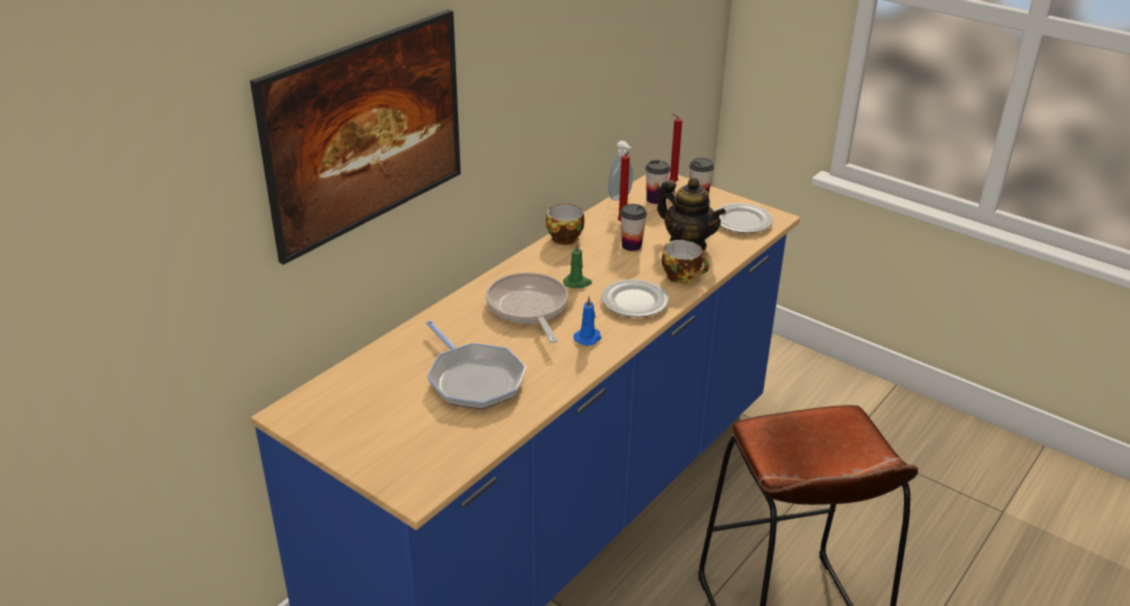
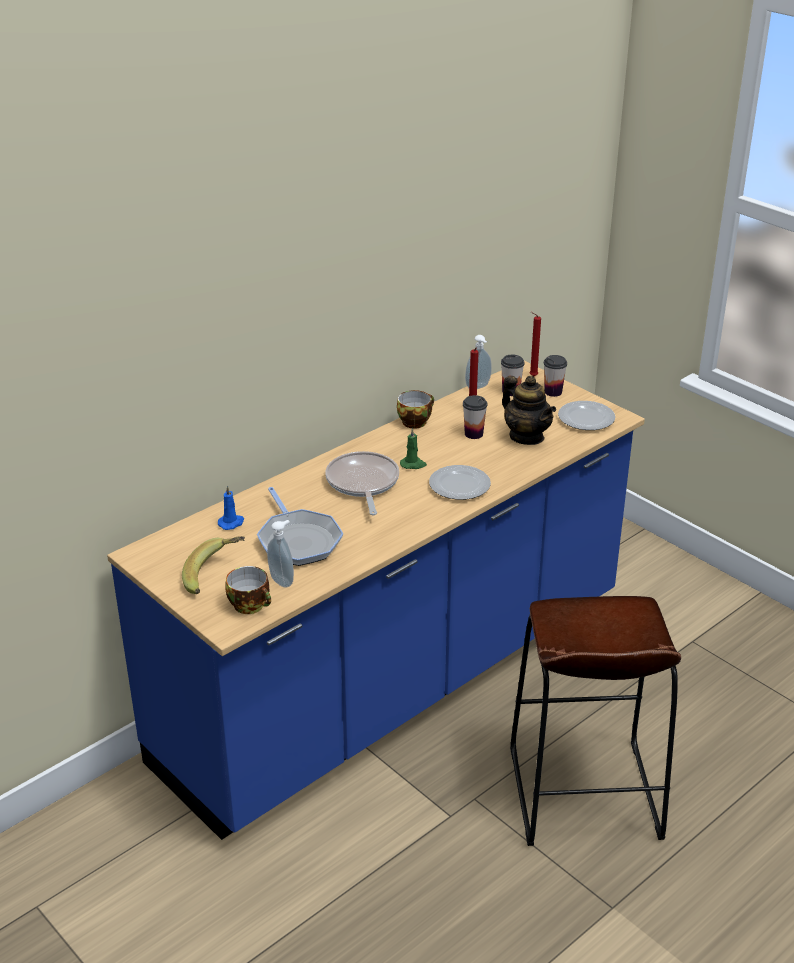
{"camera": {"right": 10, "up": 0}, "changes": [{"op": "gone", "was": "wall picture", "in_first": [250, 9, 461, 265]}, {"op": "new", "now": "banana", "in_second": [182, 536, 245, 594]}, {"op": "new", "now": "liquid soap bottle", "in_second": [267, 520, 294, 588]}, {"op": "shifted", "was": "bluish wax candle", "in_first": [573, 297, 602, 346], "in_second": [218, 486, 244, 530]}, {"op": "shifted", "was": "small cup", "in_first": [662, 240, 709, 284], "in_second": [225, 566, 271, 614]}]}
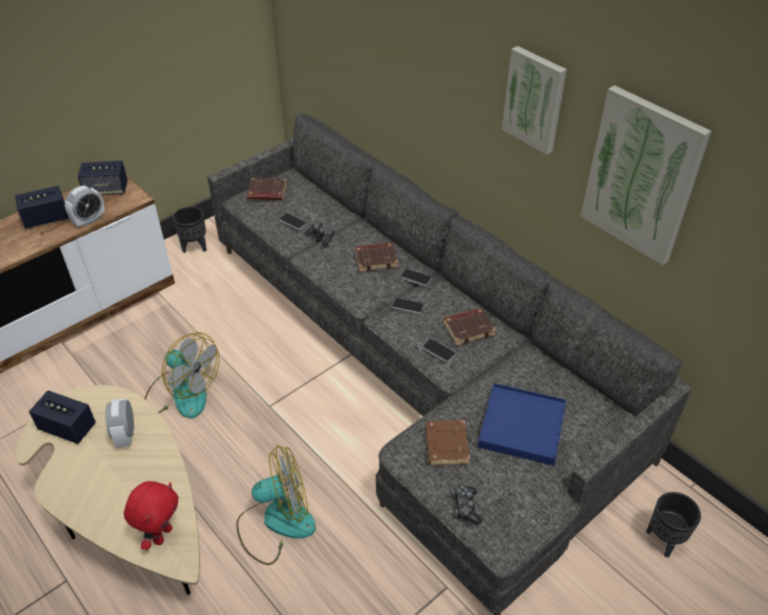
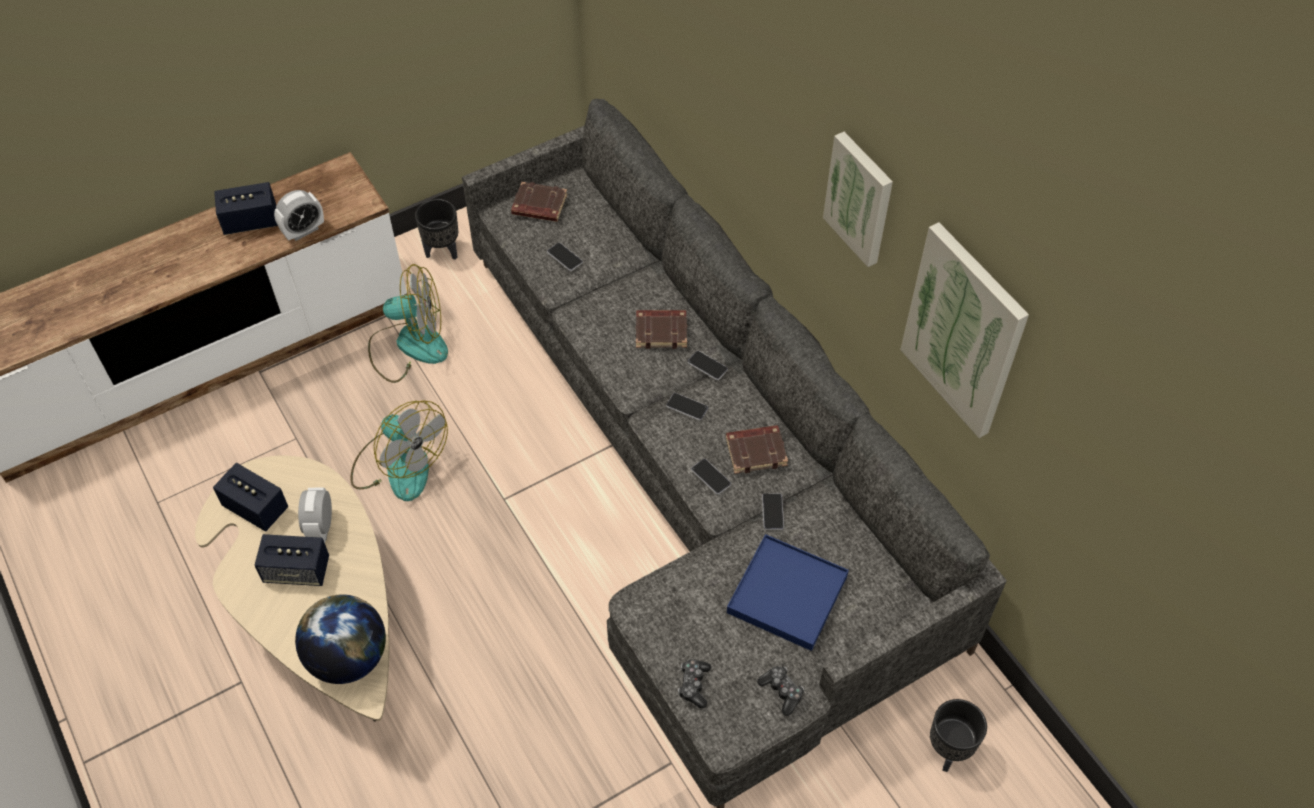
{"camera": {"right": 10, "up": 10}, "changes": [{"op": "gone", "was": "brown volume", "in_first": [425, 420, 470, 465]}, {"op": "new", "now": "telephone", "in_second": [762, 493, 784, 530]}, {"op": "shifted", "was": "audio speaker", "in_first": [78, 160, 128, 195], "in_second": [254, 534, 329, 586]}, {"op": "shifted", "was": "fan", "in_first": [236, 445, 316, 565], "in_second": [368, 264, 448, 383]}, {"op": "shifted", "was": "game controller", "in_first": [305, 222, 334, 246], "in_second": [757, 666, 804, 716]}, {"op": "swapped", "was": "red-coloured plush toy", "now": "desk globe", "in_first": [124, 481, 179, 550], "in_second": [295, 594, 386, 684]}]}
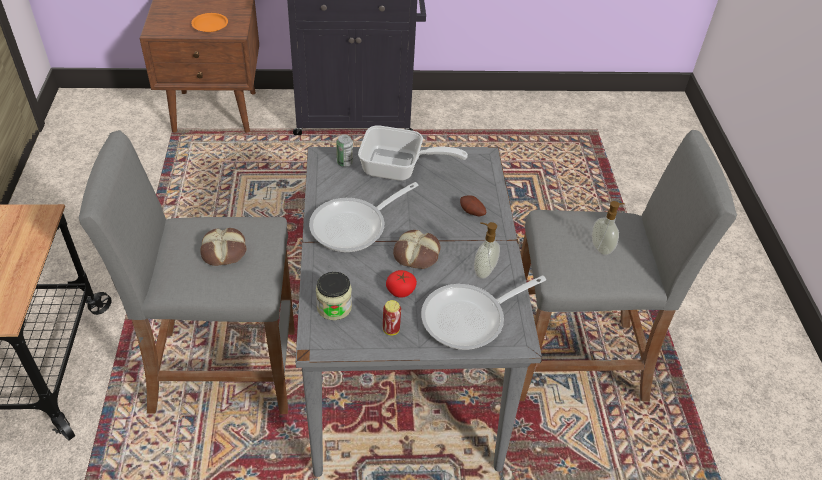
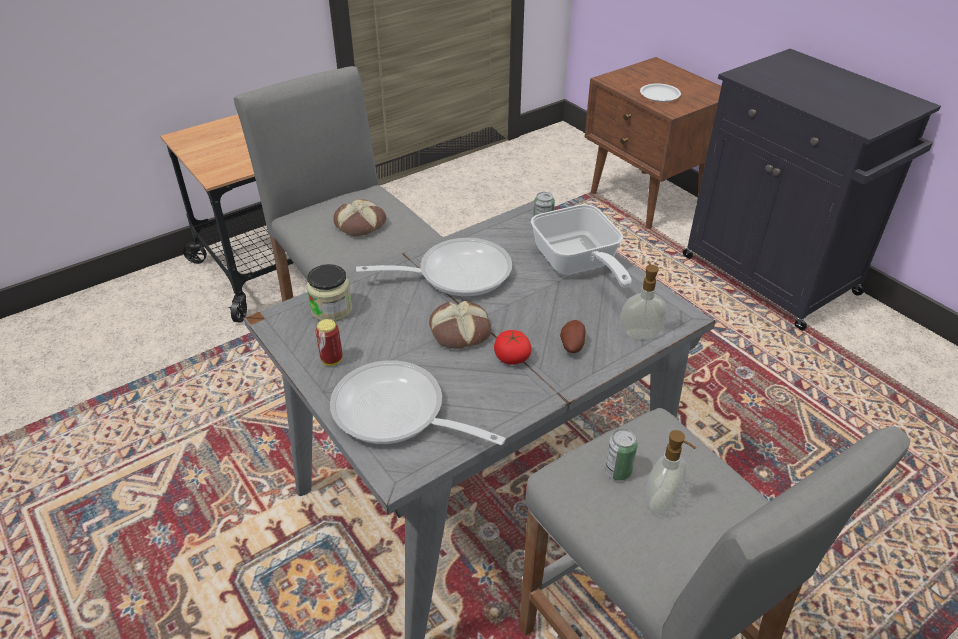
{"camera": {"right": 60, "up": -5}, "changes": [{"op": "new", "now": "metal can", "in_second": [605, 429, 638, 481]}, {"op": "shifted", "was": "fresh tomato", "in_first": [386, 270, 417, 298], "in_second": [494, 330, 532, 365]}, {"op": "shifted", "was": "liquid soap bottle", "in_first": [474, 222, 500, 279], "in_second": [620, 261, 667, 339]}, {"op": "repainted", "was": "orange-coloured dinner plate", "now": "whitish dinner plate", "in_first": [191, 13, 228, 32], "in_second": [640, 83, 681, 102]}, {"op": "rotated", "was": "frying pan", "in_first": [309, 182, 419, 252], "in_second": [356, 238, 512, 297], "clockwise": 150}]}
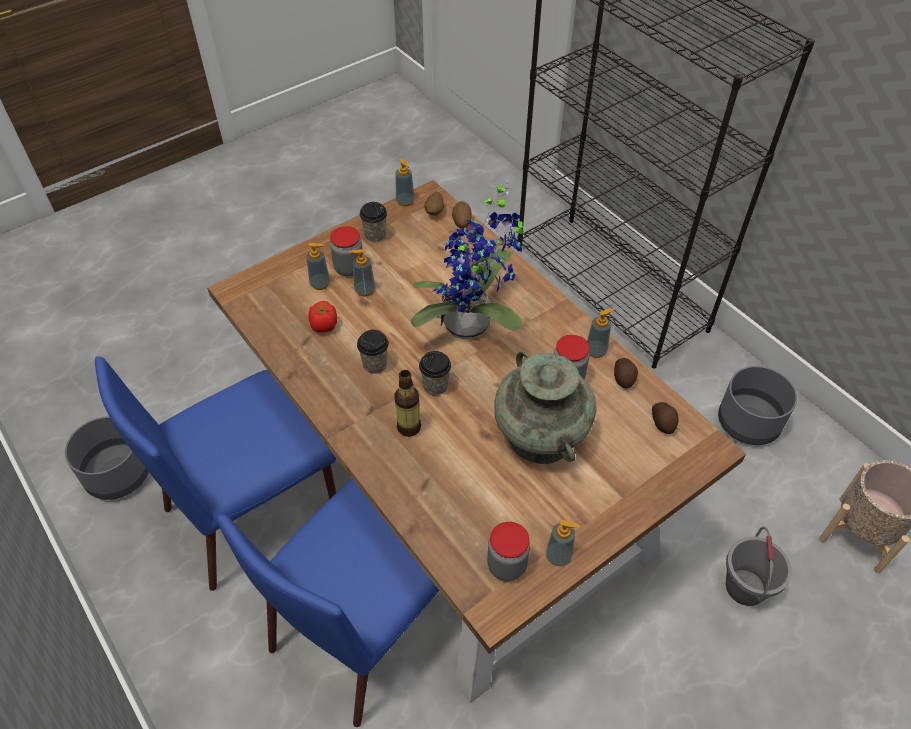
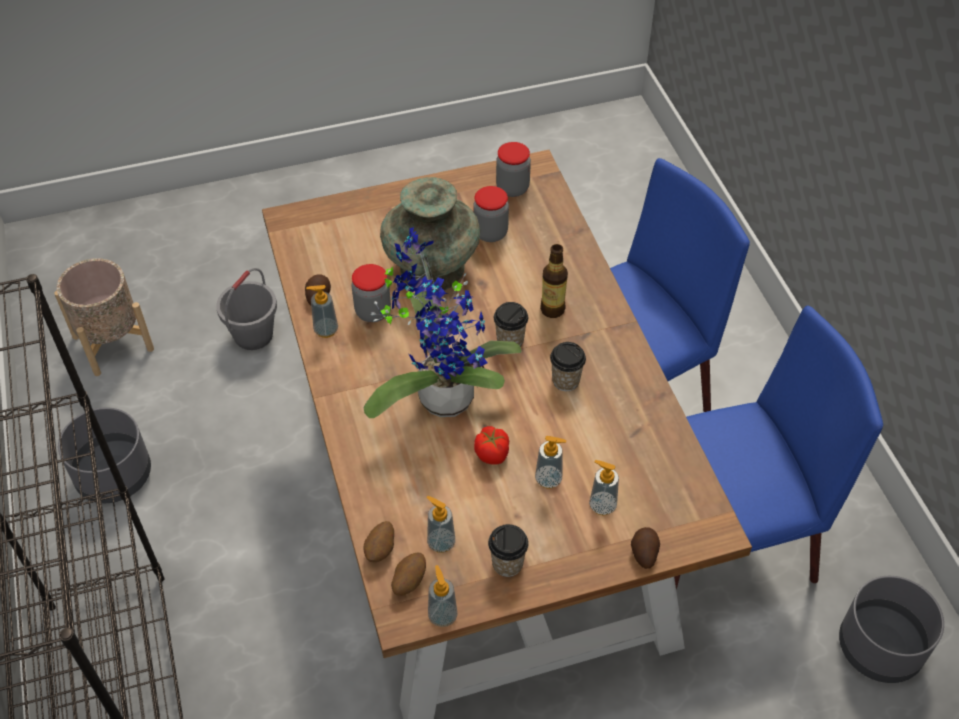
{"camera": {"right": -160, "up": 0}, "changes": [{"op": "shifted", "was": "fresh tomato", "in_first": [309, 301, 337, 333], "in_second": [474, 426, 509, 465]}, {"op": "shifted", "was": "preserve jar", "in_first": [330, 226, 363, 277], "in_second": [473, 186, 509, 242]}, {"op": "shifted", "was": "liquid soap bottle", "in_first": [546, 520, 580, 566], "in_second": [426, 496, 455, 553]}, {"op": "shifted", "was": "spud", "in_first": [652, 402, 678, 434], "in_second": [631, 527, 660, 569]}]}
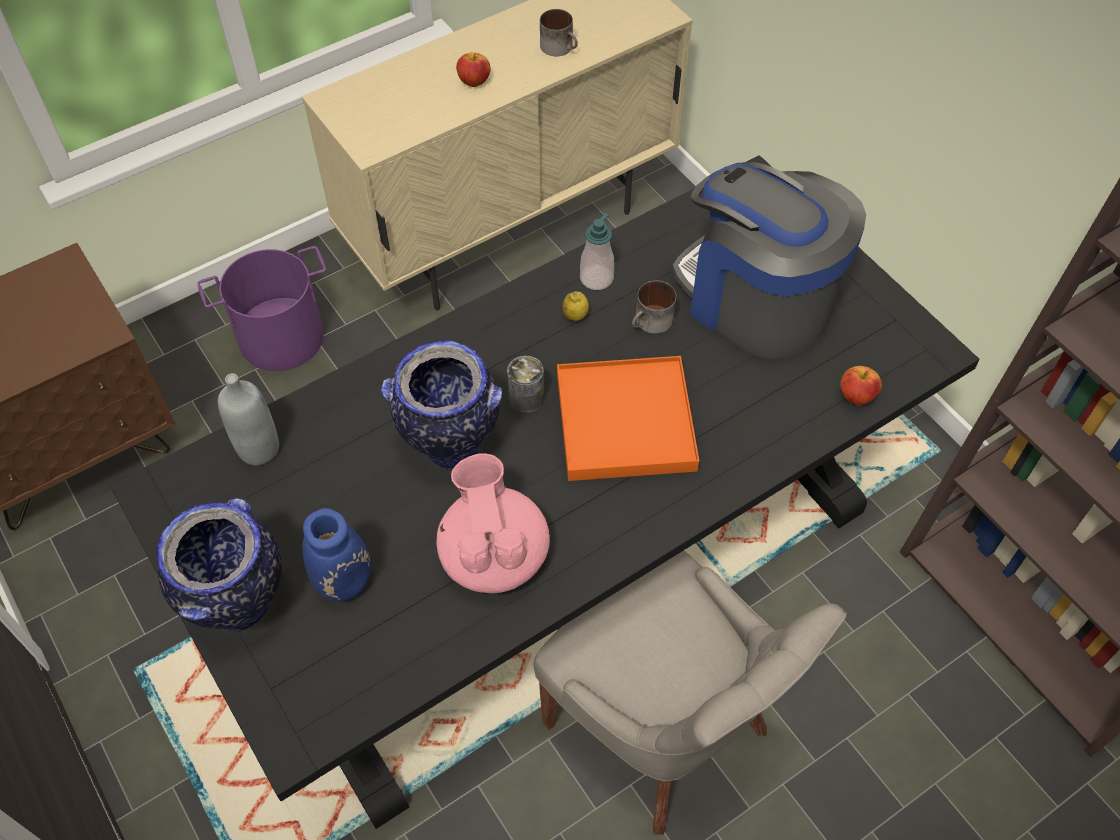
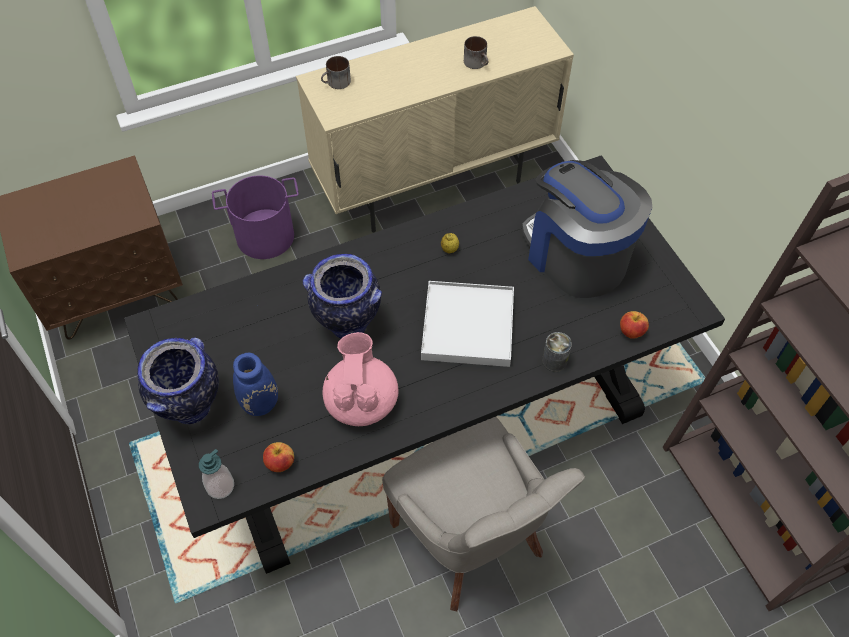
{"camera": {"right": 10, "up": 0}, "changes": [{"op": "gone", "was": "gray bottle", "in_first": [218, 373, 279, 466]}, {"op": "shifted", "was": "whole apple", "in_first": [456, 52, 491, 87], "in_second": [263, 442, 294, 472]}, {"op": "shifted", "was": "metal can", "in_first": [507, 356, 544, 413], "in_second": [542, 332, 572, 372]}, {"op": "shifted", "was": "liquid soap bottle", "in_first": [580, 213, 614, 290], "in_second": [199, 449, 234, 499]}, {"op": "shifted", "was": "tea mug", "in_first": [632, 280, 676, 334], "in_second": [321, 56, 351, 89]}, {"op": "repainted", "was": "orange-coloured tray", "now": "whitish tray", "in_first": [557, 356, 699, 481], "in_second": [421, 281, 514, 367]}]}
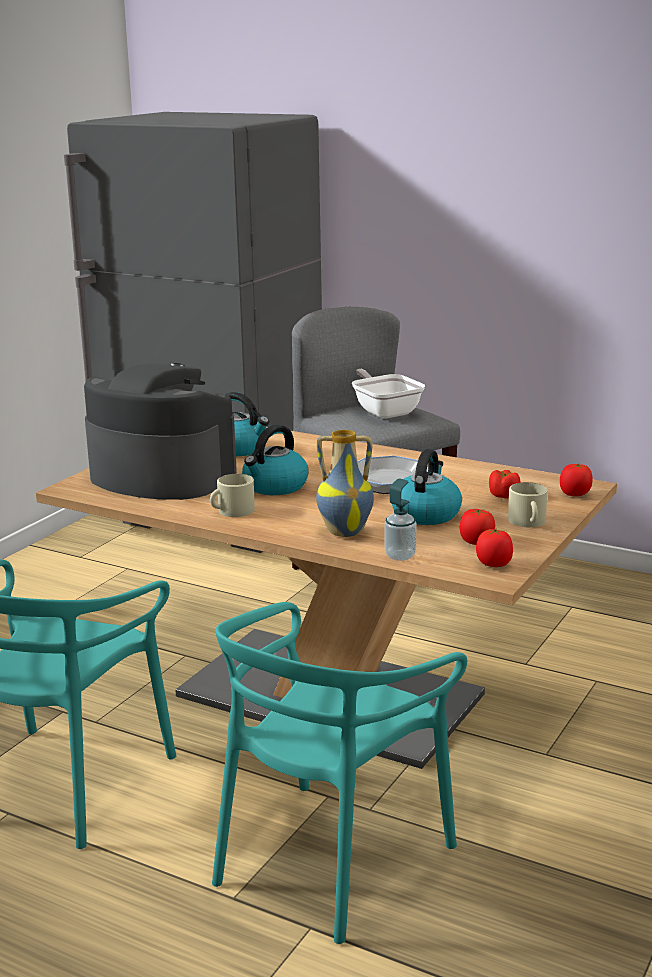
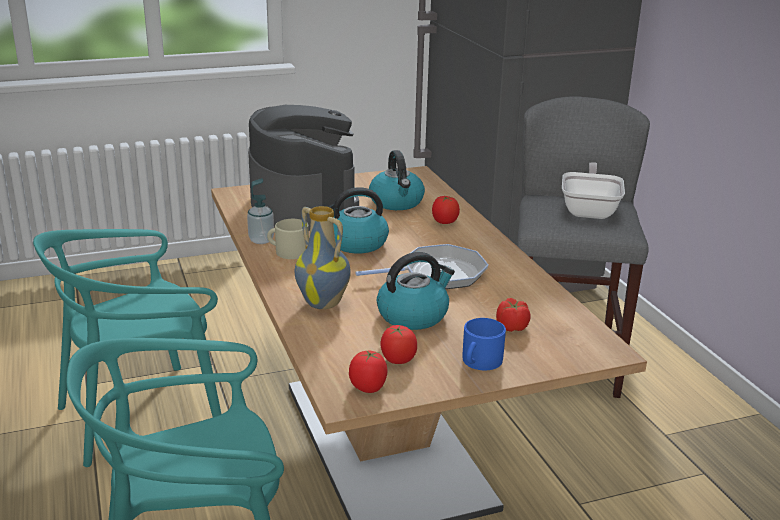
{"camera": {"right": 40, "up": 5}, "changes": [{"op": "shifted", "was": "liquid soap bottle", "in_first": [385, 478, 416, 561], "in_second": [247, 178, 274, 244]}, {"op": "shifted", "was": "fresh tomato", "in_first": [560, 464, 593, 496], "in_second": [432, 196, 460, 224]}, {"op": "repainted", "was": "beige-coloured tea mug", "now": "bluish tea mug", "in_first": [508, 482, 547, 527], "in_second": [463, 318, 506, 370]}]}
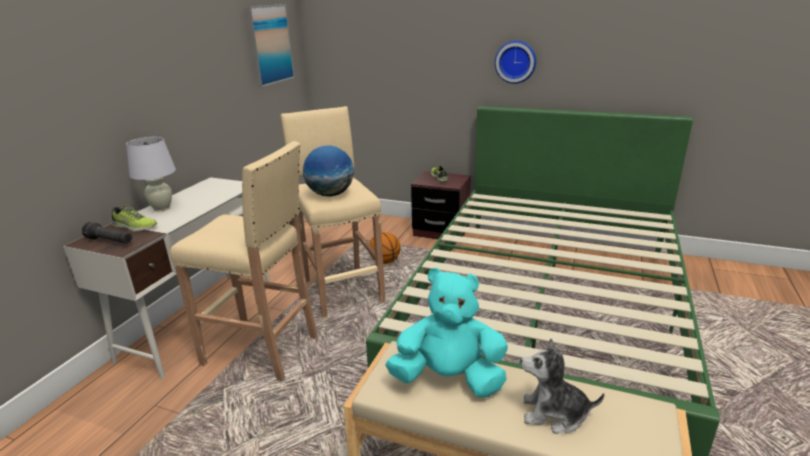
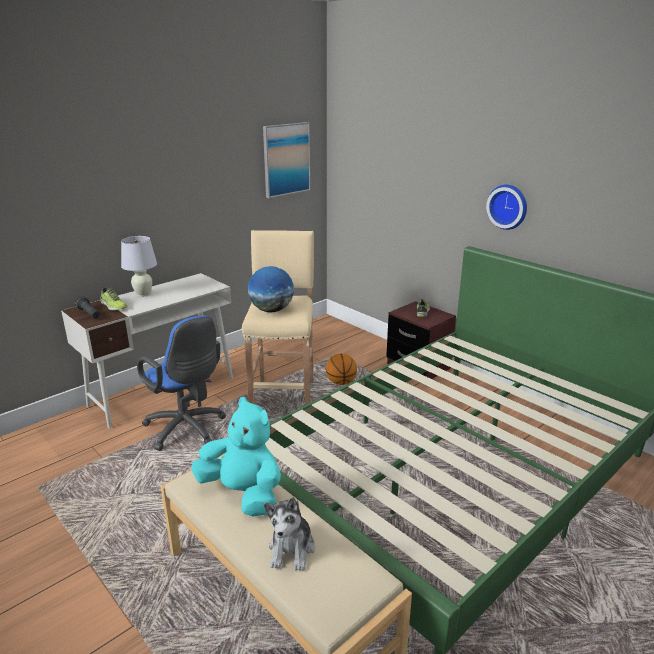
{"camera": {"right": 25, "up": 0}, "changes": [{"op": "swapped", "was": "beige-coloured stool", "now": "bluish computer chair", "in_first": [170, 141, 318, 381], "in_second": [137, 315, 226, 451]}, {"op": "rotated", "was": "plush toy", "in_first": [521, 338, 605, 434], "in_second": [264, 497, 315, 571], "clockwise": -120}]}
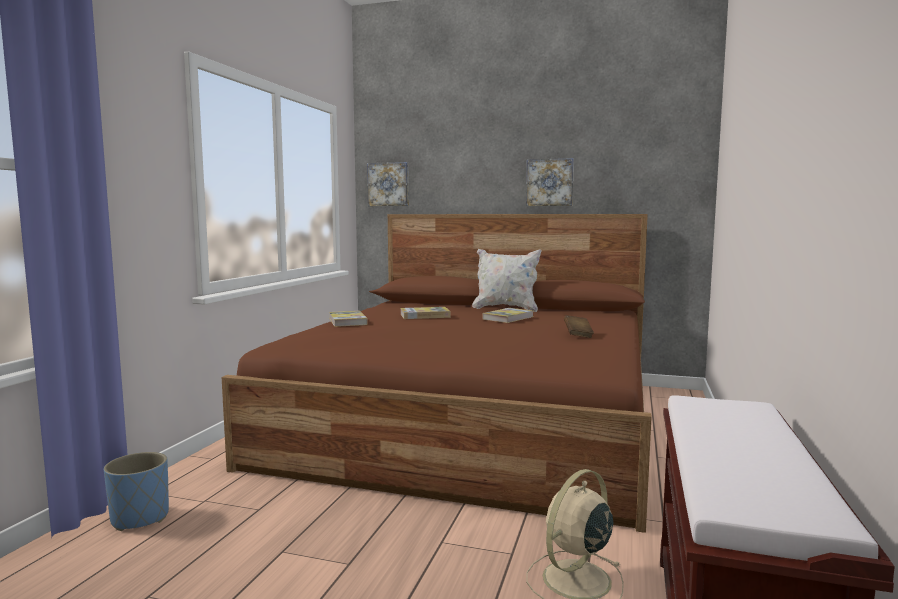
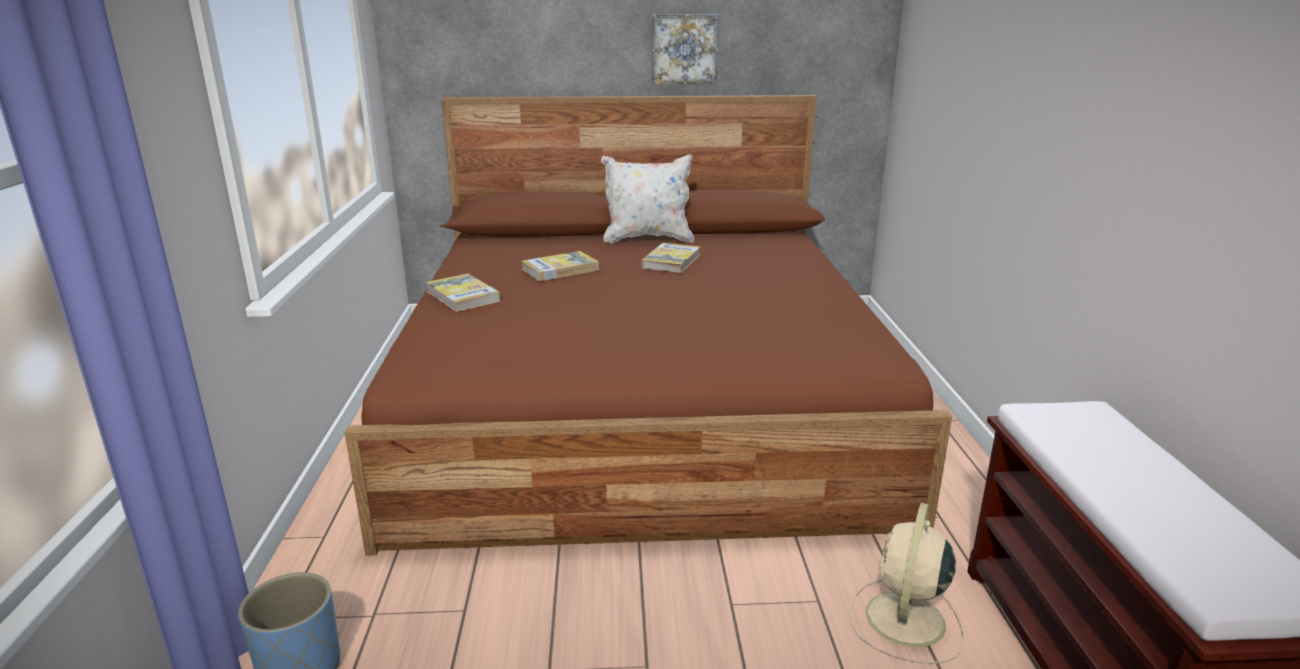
{"camera": {"right": -20, "up": 15}, "changes": [{"op": "gone", "was": "wall picture", "in_first": [367, 162, 409, 206]}, {"op": "gone", "was": "brown volume", "in_first": [564, 315, 594, 338]}]}
